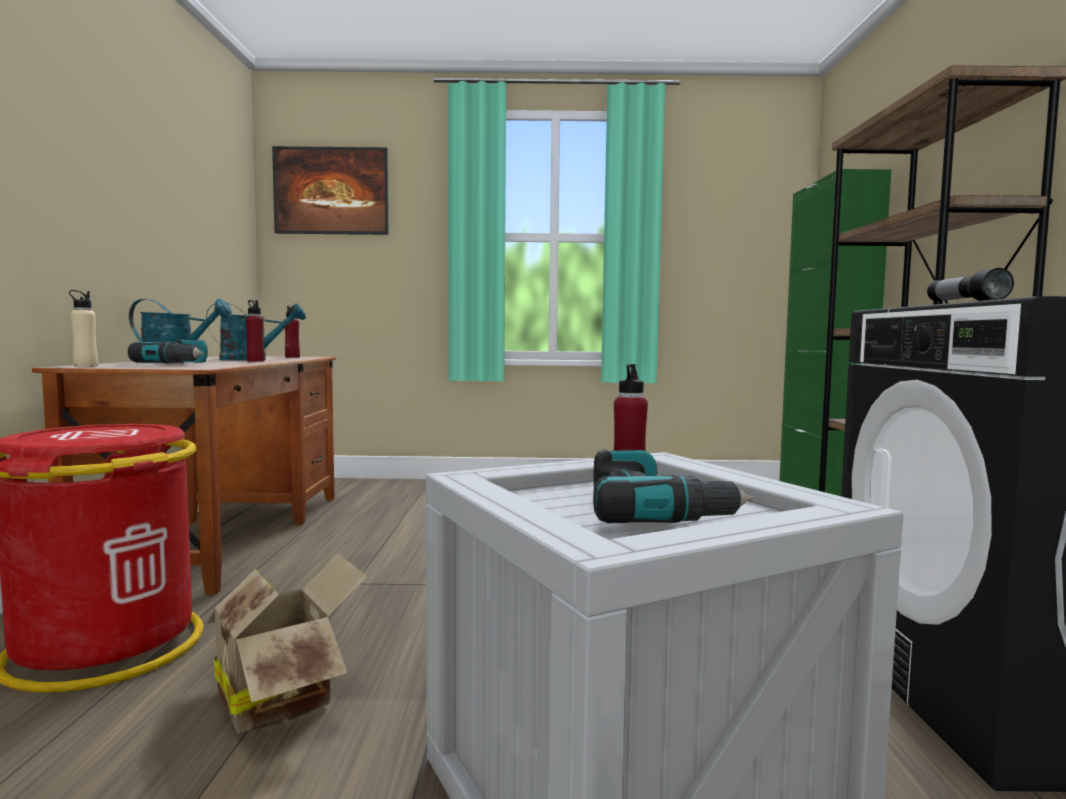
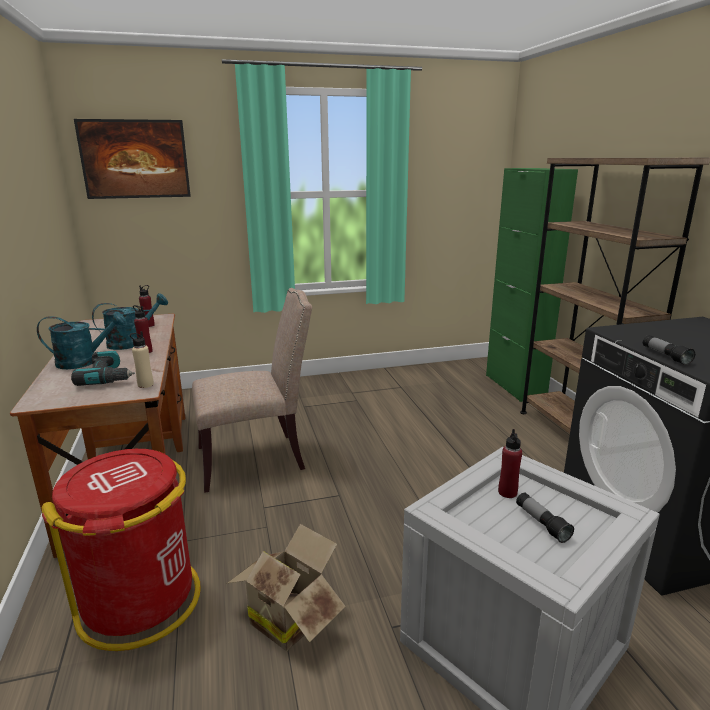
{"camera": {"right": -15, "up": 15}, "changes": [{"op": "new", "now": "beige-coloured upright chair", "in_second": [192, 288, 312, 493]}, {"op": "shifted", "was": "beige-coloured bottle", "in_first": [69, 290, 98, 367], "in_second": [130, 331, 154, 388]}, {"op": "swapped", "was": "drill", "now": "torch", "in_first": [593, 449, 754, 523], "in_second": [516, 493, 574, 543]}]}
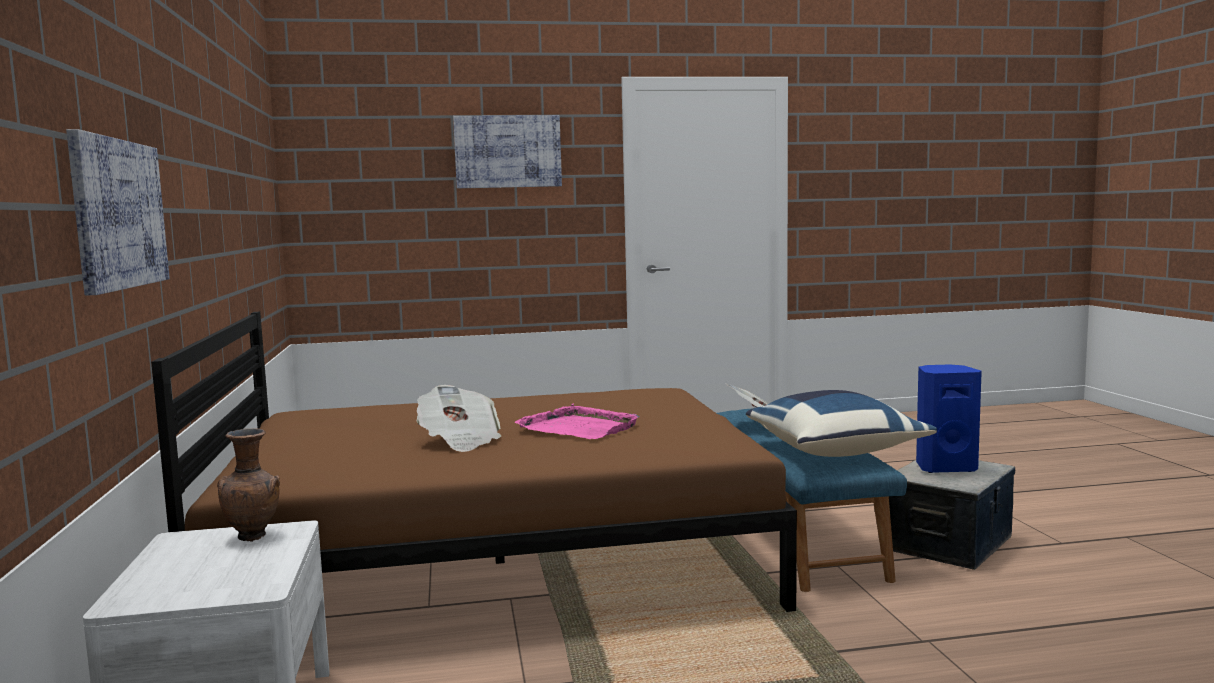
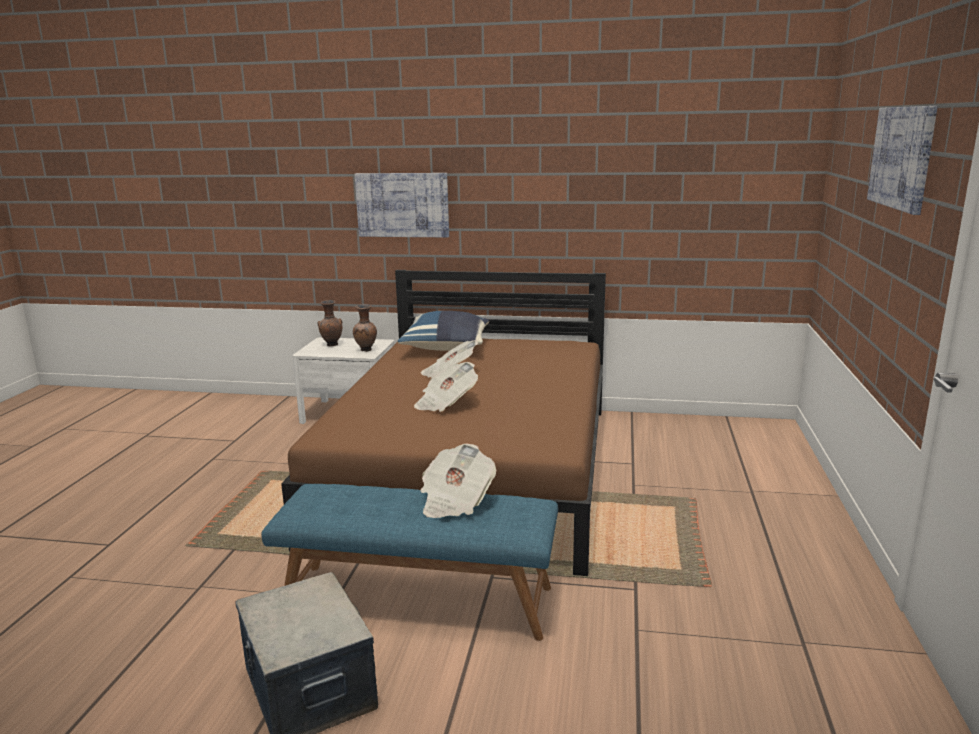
{"camera": {"right": 110, "up": 10}, "changes": [{"op": "gone", "was": "bluish audio speaker", "in_first": [916, 365, 982, 473]}, {"op": "new", "now": "brown decorative vase", "in_second": [318, 300, 342, 346]}, {"op": "shifted", "was": "bluish cushion", "in_first": [746, 390, 937, 457], "in_second": [398, 311, 489, 351]}, {"op": "swapped", "was": "pinkish tray", "now": "printed paper", "in_first": [515, 404, 639, 439], "in_second": [414, 362, 478, 412]}]}
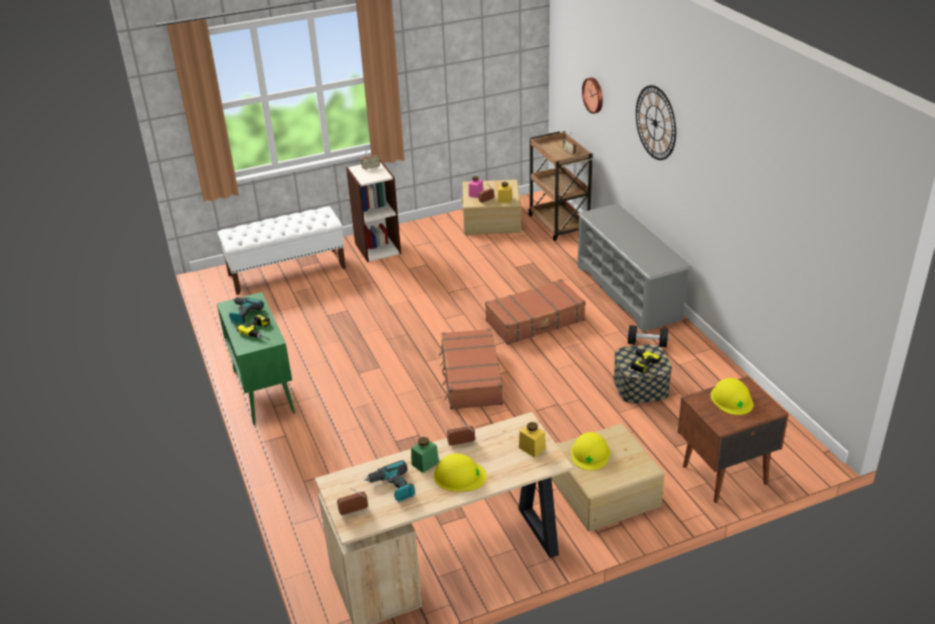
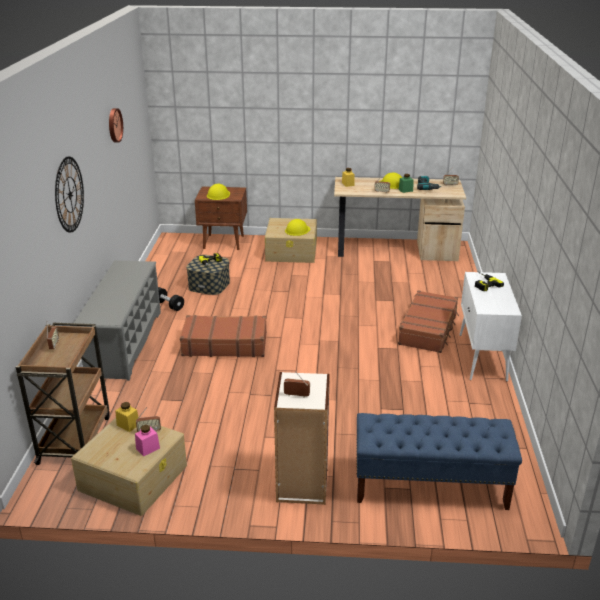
{"camera": {"right": -155, "up": -5}, "changes": [{"op": "gone", "was": "drill", "in_first": [229, 297, 264, 324]}, {"op": "shifted", "was": "brown suitcase", "in_first": [439, 328, 503, 410], "in_second": [398, 290, 459, 353]}, {"op": "shifted", "was": "wall clock", "in_first": [582, 77, 603, 114], "in_second": [109, 108, 123, 143]}, {"op": "repainted", "was": "green cabinet", "now": "whitish cabinet", "in_first": [217, 292, 295, 425], "in_second": [460, 272, 522, 382]}, {"op": "repainted", "was": "whitish bench", "now": "bluish bench", "in_first": [218, 206, 346, 295], "in_second": [357, 413, 522, 510]}]}
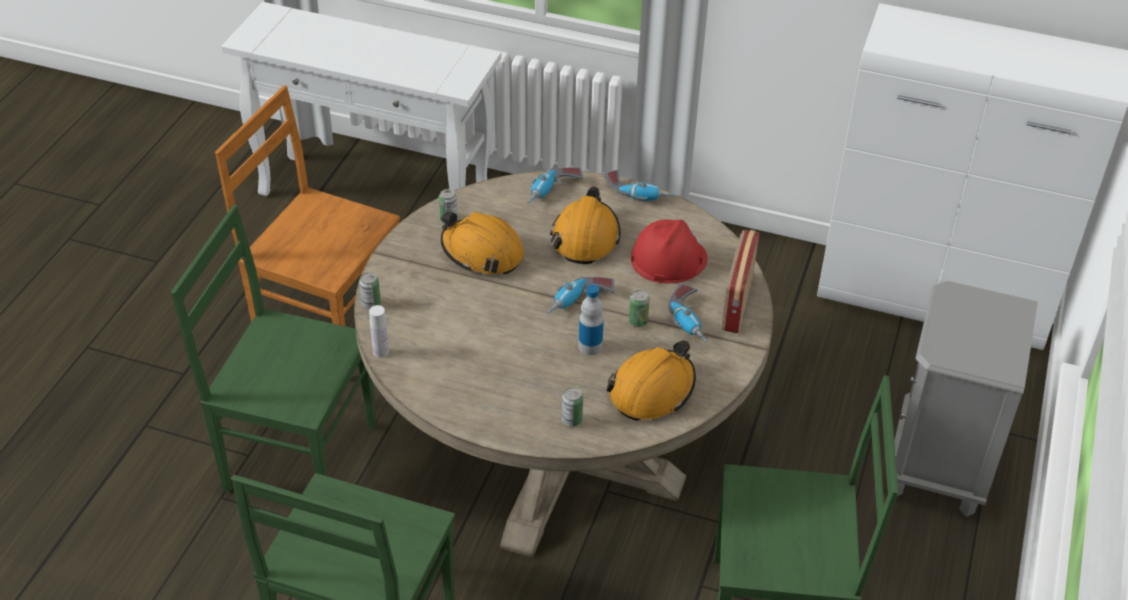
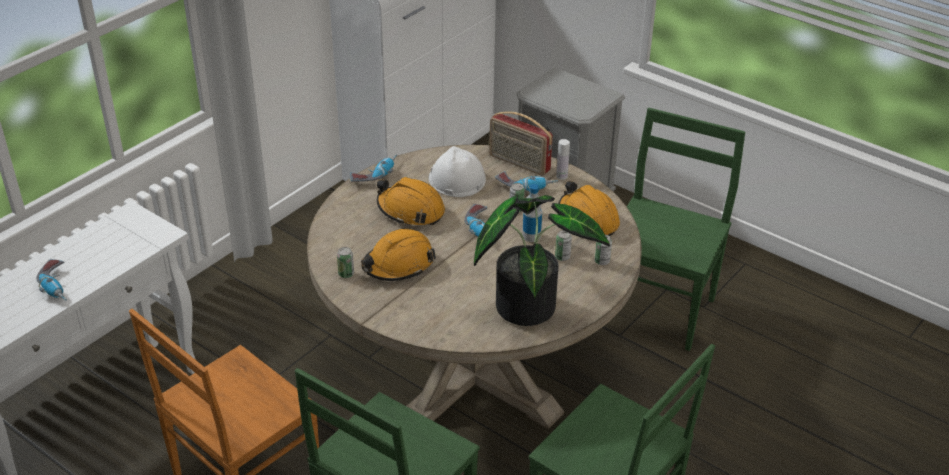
{"camera": {"right": -70, "up": -5}, "changes": [{"op": "new", "now": "plant in a pot", "in_second": [474, 195, 610, 326]}, {"op": "shifted", "was": "metal can", "in_first": [359, 272, 381, 309], "in_second": [555, 230, 572, 261]}, {"op": "shifted", "was": "whitish bottle", "in_first": [369, 305, 389, 358], "in_second": [556, 139, 570, 180]}, {"op": "shifted", "was": "drill", "in_first": [527, 167, 583, 204], "in_second": [36, 259, 67, 301]}, {"op": "repainted", "was": "red-coloured hard hat", "now": "whitish hard hat", "in_first": [631, 220, 708, 283], "in_second": [429, 146, 486, 197]}]}
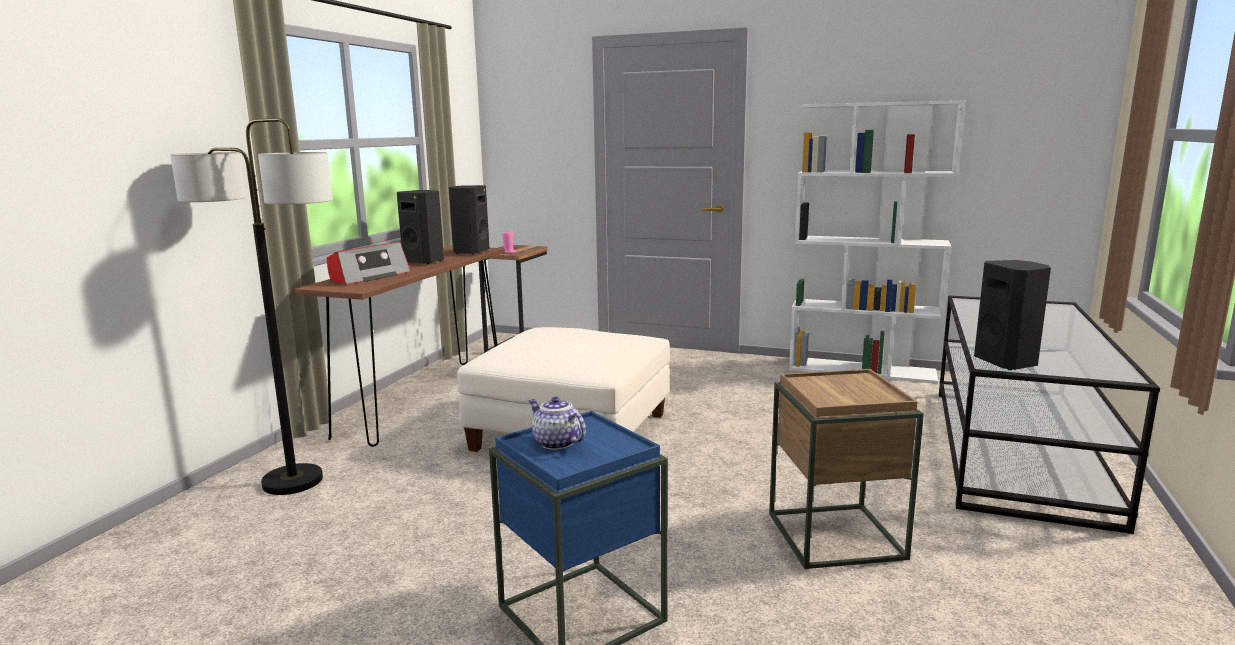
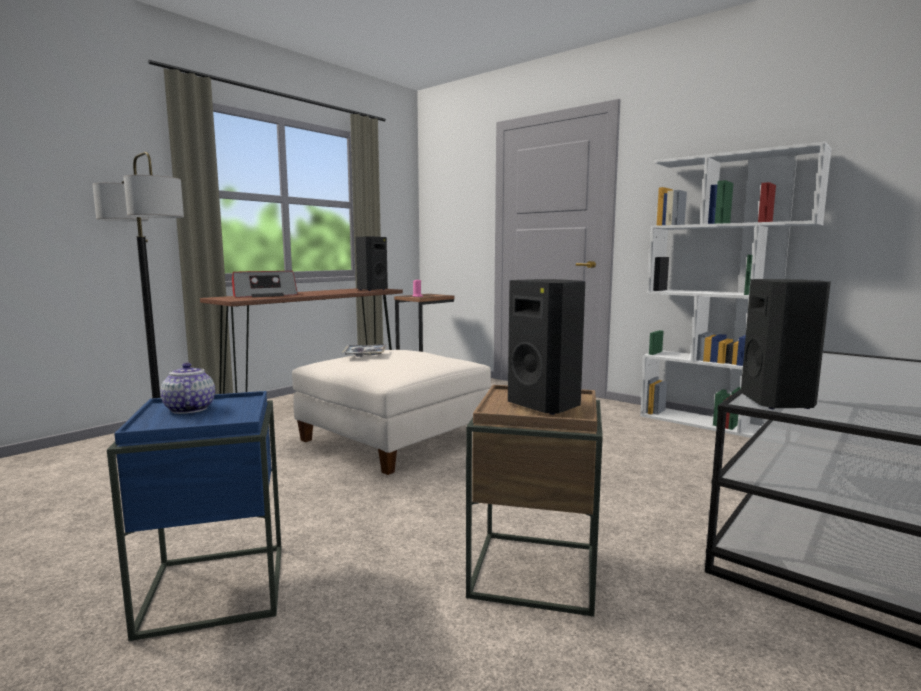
{"camera": {"right": 20, "up": -5}, "changes": [{"op": "new", "now": "tray", "in_second": [342, 344, 387, 357]}, {"op": "shifted", "was": "blackish audio speaker", "in_first": [397, 190, 444, 264], "in_second": [508, 279, 585, 415]}]}
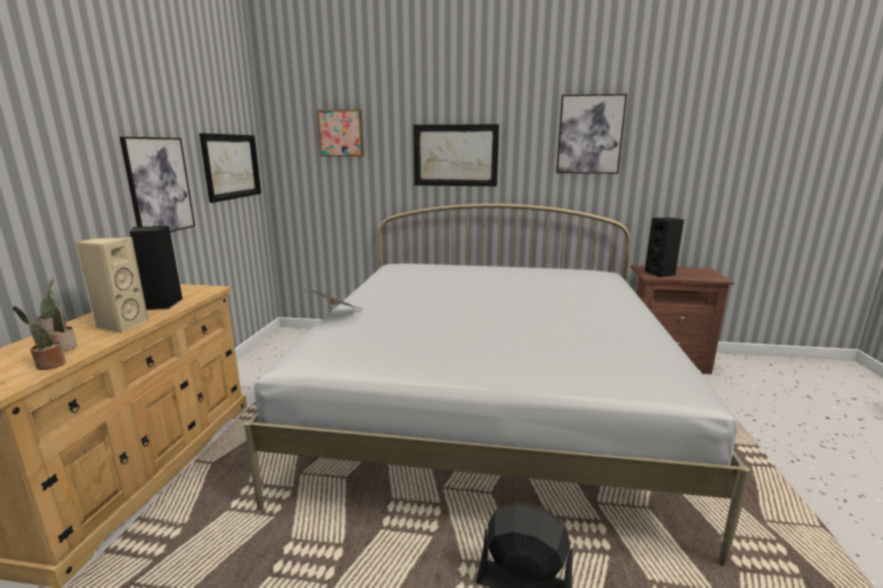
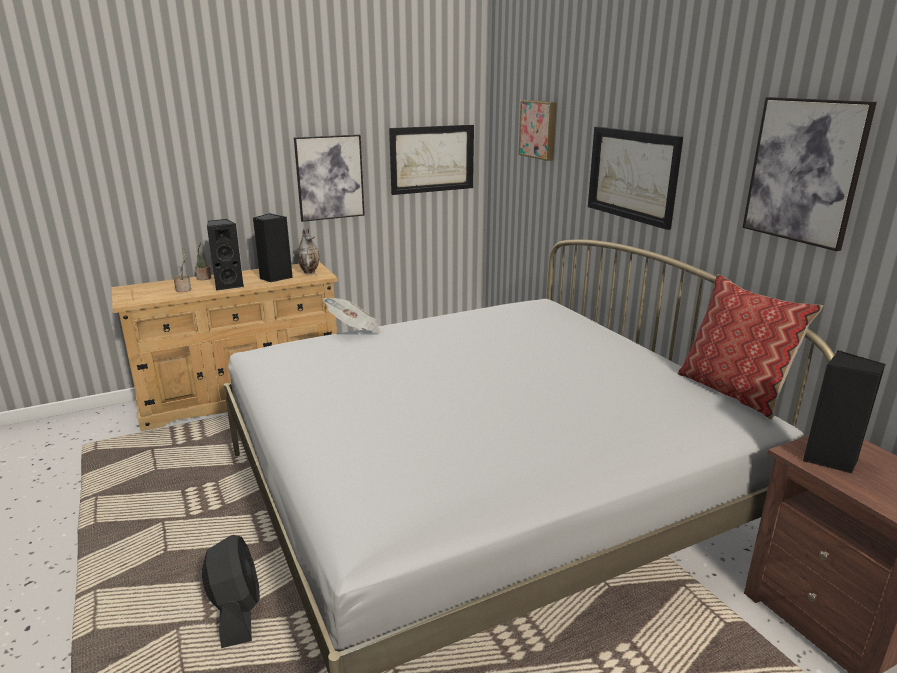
{"camera": {"right": 55, "up": 5}, "changes": [{"op": "gone", "was": "plant in a pot", "in_first": [13, 306, 66, 370]}, {"op": "new", "now": "decorative vase", "in_second": [297, 228, 319, 275]}, {"op": "new", "now": "cushion", "in_second": [677, 274, 823, 419]}, {"op": "repainted", "was": "beige-coloured audio speaker", "now": "blackish audio speaker", "in_first": [75, 237, 149, 333], "in_second": [207, 219, 244, 291]}]}
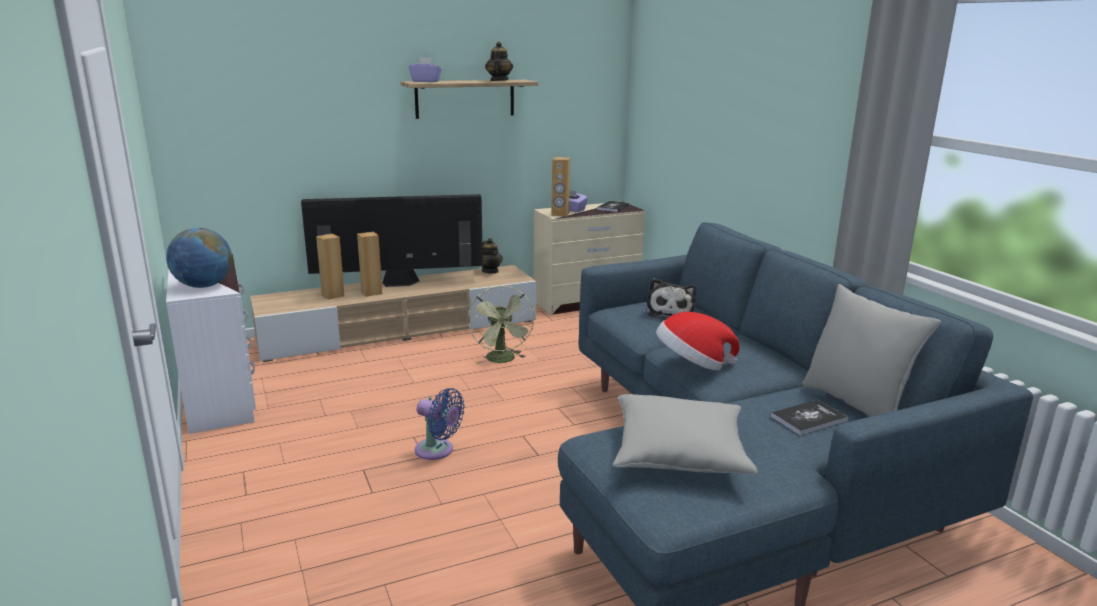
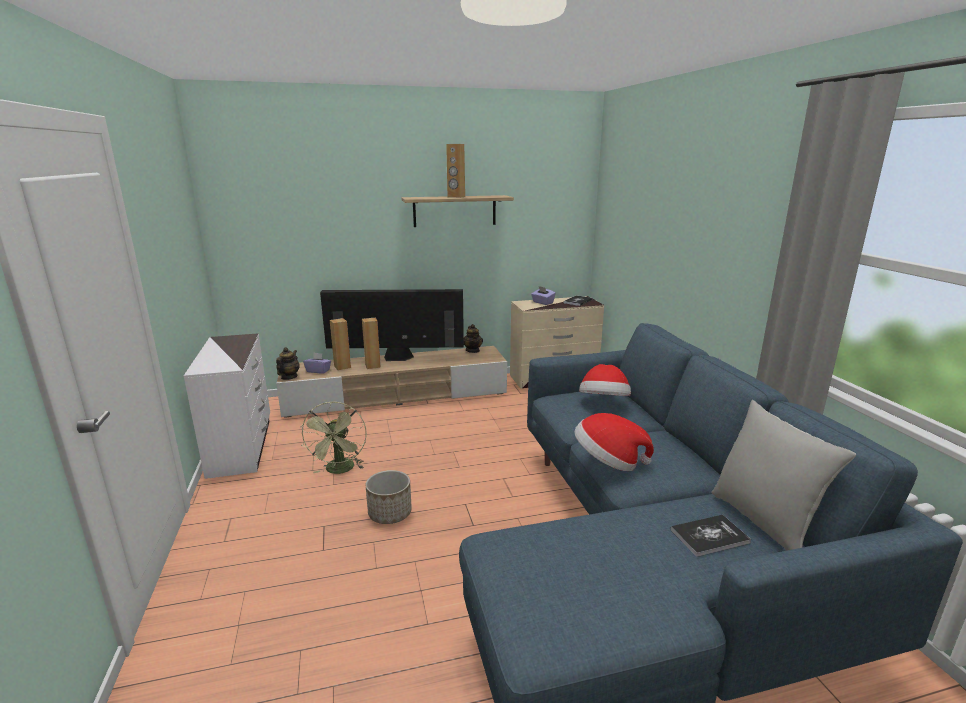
{"camera": {"right": 10, "up": 0}, "changes": [{"op": "gone", "was": "desk globe", "in_first": [166, 228, 232, 288]}, {"op": "gone", "was": "gray cushion", "in_first": [613, 394, 758, 475]}, {"op": "shifted", "was": "purplish tissue box", "in_first": [409, 57, 442, 82], "in_second": [303, 353, 331, 374]}, {"op": "shifted", "was": "green fan", "in_first": [468, 285, 534, 364], "in_second": [300, 401, 367, 474]}, {"op": "shifted", "was": "tea pot", "in_first": [485, 42, 513, 81], "in_second": [276, 347, 300, 380]}, {"op": "shifted", "was": "brown audio speaker", "in_first": [551, 157, 570, 217], "in_second": [446, 144, 465, 198]}, {"op": "swapped", "was": "bluish fan", "now": "planter", "in_first": [415, 388, 465, 460], "in_second": [366, 470, 412, 524]}, {"op": "swapped", "was": "plush toy", "now": "hat", "in_first": [647, 278, 696, 317], "in_second": [579, 364, 631, 396]}]}
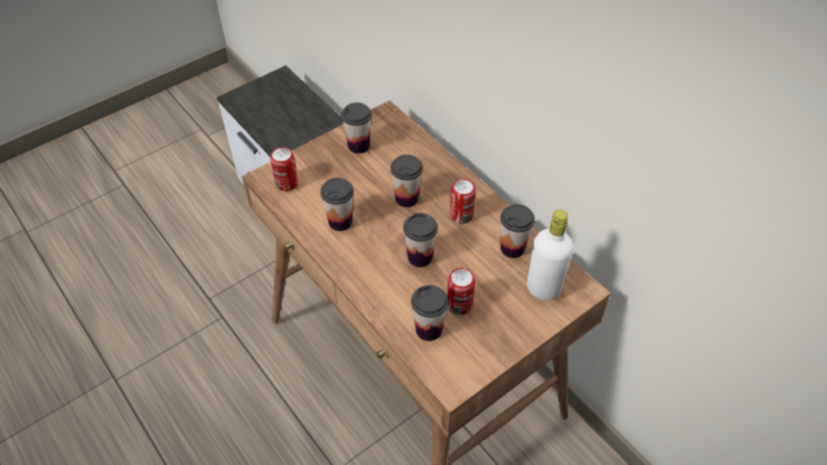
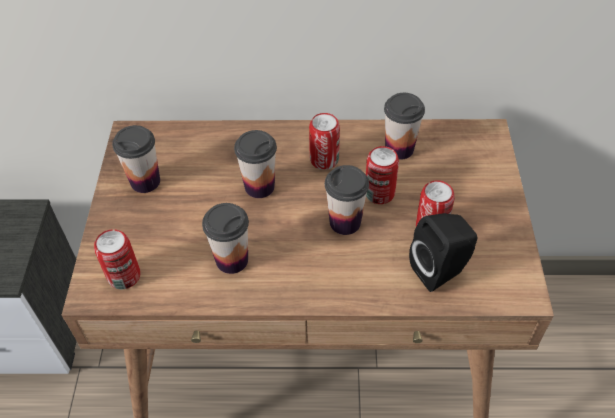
{"camera": {"right": -50, "up": 0}, "changes": [{"op": "gone", "was": "whitish bottle", "in_first": [527, 210, 574, 301]}, {"op": "new", "now": "metal can", "in_second": [366, 146, 399, 204]}, {"op": "swapped", "was": "small cup", "now": "blackish audio speaker", "in_first": [411, 285, 448, 341], "in_second": [409, 213, 477, 292]}]}
